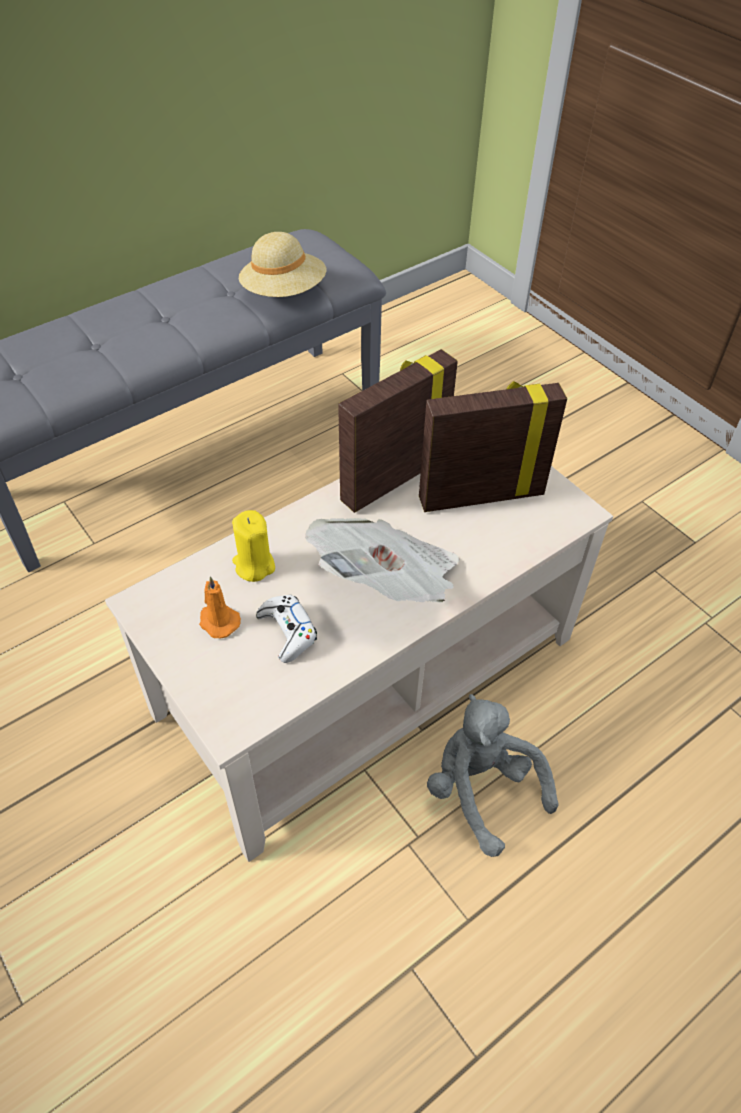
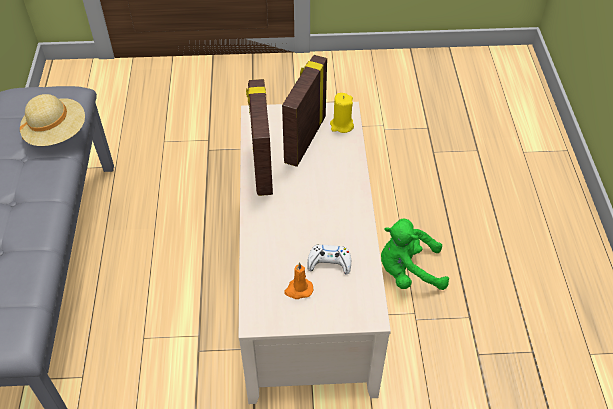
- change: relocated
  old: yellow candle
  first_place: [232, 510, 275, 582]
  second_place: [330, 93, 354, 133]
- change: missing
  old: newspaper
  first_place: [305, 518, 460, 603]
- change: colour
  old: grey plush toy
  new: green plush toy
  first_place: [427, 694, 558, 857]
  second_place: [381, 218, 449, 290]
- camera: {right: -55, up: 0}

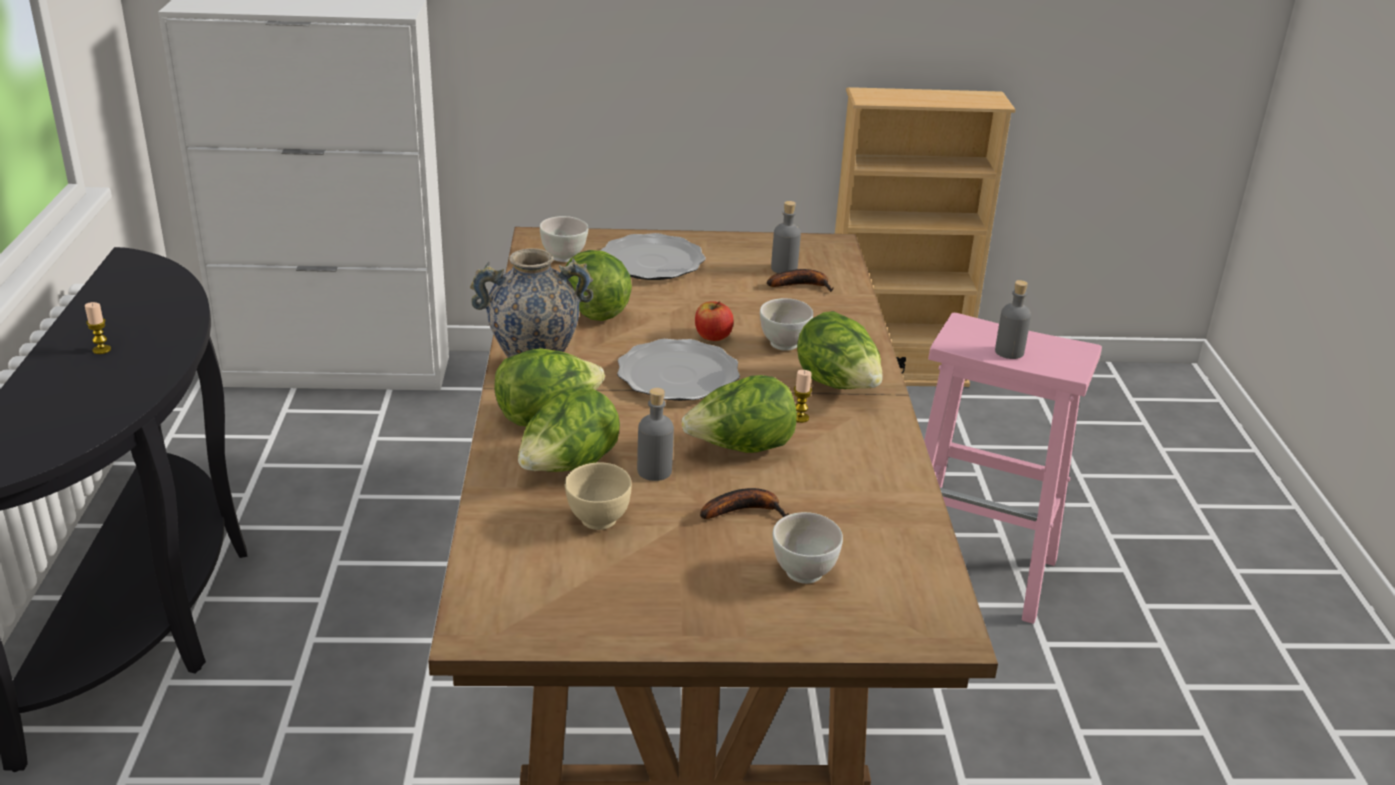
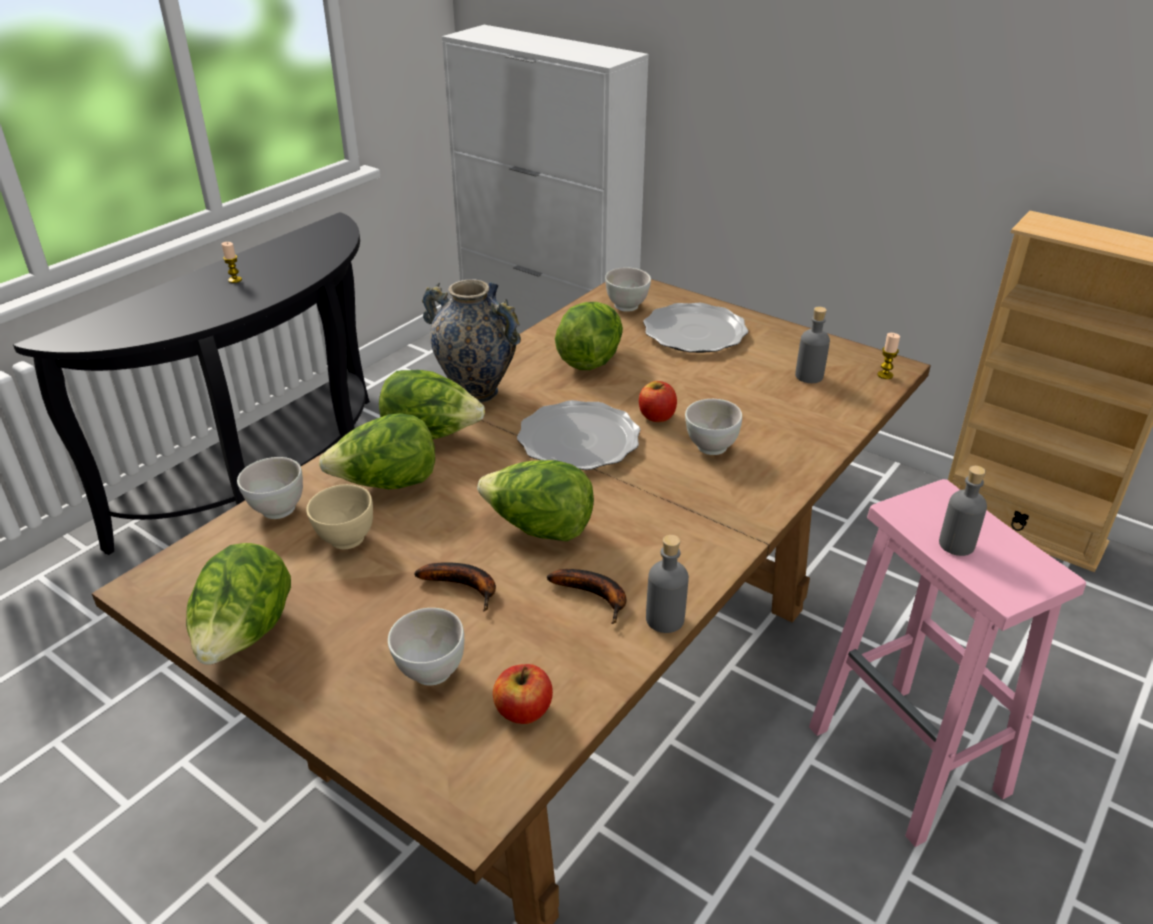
- change: relocated
  old: grey bottle
  first_place: [637, 388, 674, 481]
  second_place: [646, 535, 689, 633]
- change: relocated
  old: banana
  first_place: [767, 269, 834, 292]
  second_place: [547, 569, 627, 624]
- change: relocated
  old: candle
  first_place: [794, 370, 812, 423]
  second_place: [877, 333, 900, 379]
- change: relocated
  old: lettuce
  first_place: [797, 311, 883, 389]
  second_place: [186, 543, 291, 665]
- change: appeared
  new: white bowl
  second_place: [237, 457, 303, 519]
- change: appeared
  new: apple
  second_place: [493, 664, 553, 724]
- camera: {right: 40, up: 5}

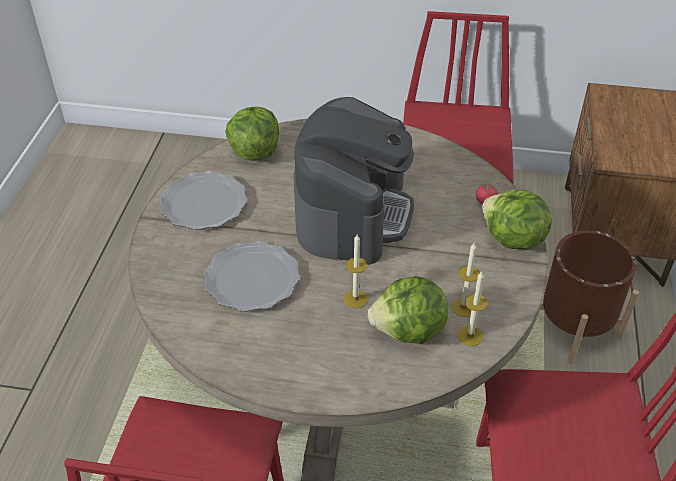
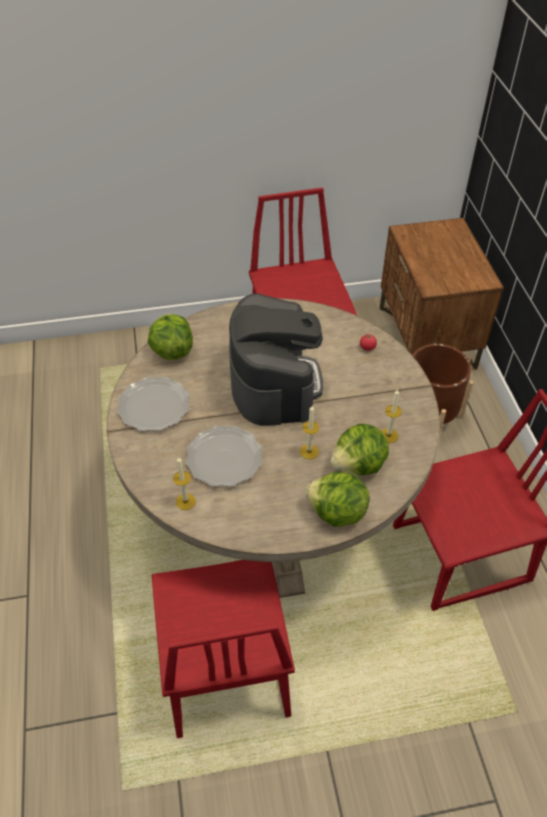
- change: relocated
  old: candle
  first_place: [458, 271, 487, 346]
  second_place: [173, 457, 196, 510]
- change: relocated
  old: lettuce
  first_place: [482, 190, 552, 250]
  second_place: [306, 472, 370, 526]
- camera: {right: -20, up: 5}

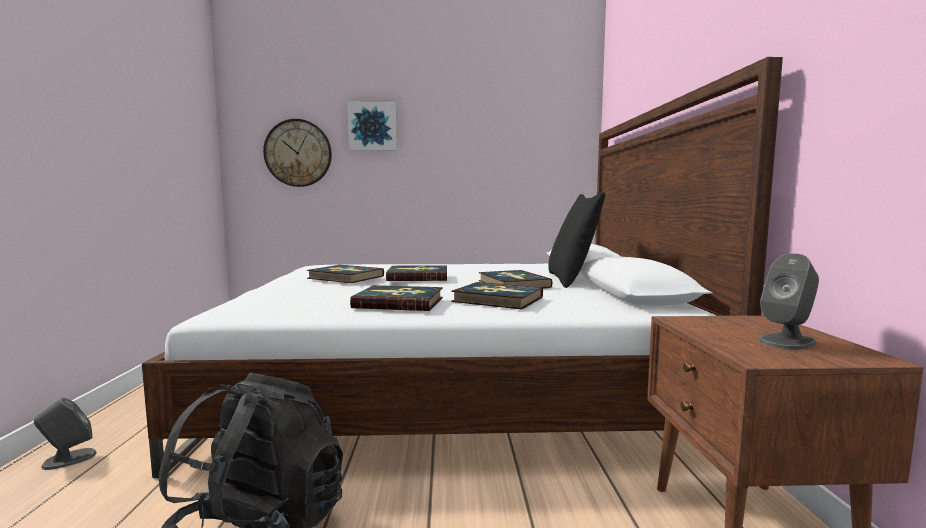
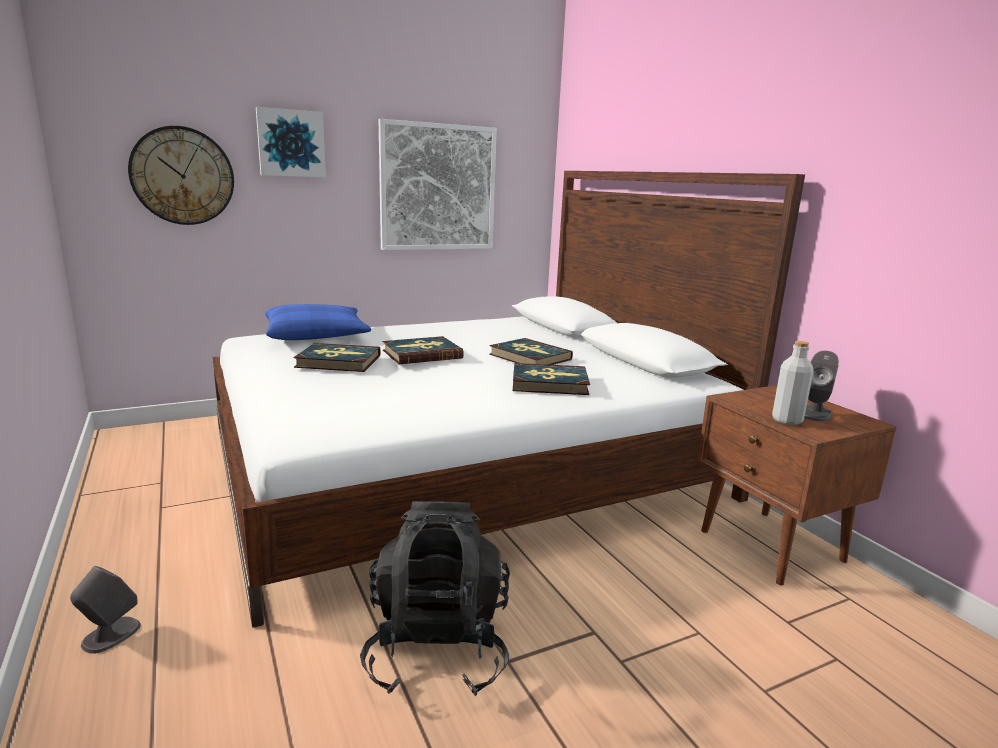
- change: missing
  old: book
  first_place: [350, 285, 443, 311]
- change: missing
  old: black pillow
  first_place: [548, 192, 605, 288]
- change: appeared
  new: blue pillow
  second_place: [265, 304, 371, 340]
- change: appeared
  new: picture
  second_place: [378, 119, 497, 250]
- change: appeared
  new: grey bottle
  second_place: [772, 341, 814, 425]
- camera: {right: -25, up: 10}

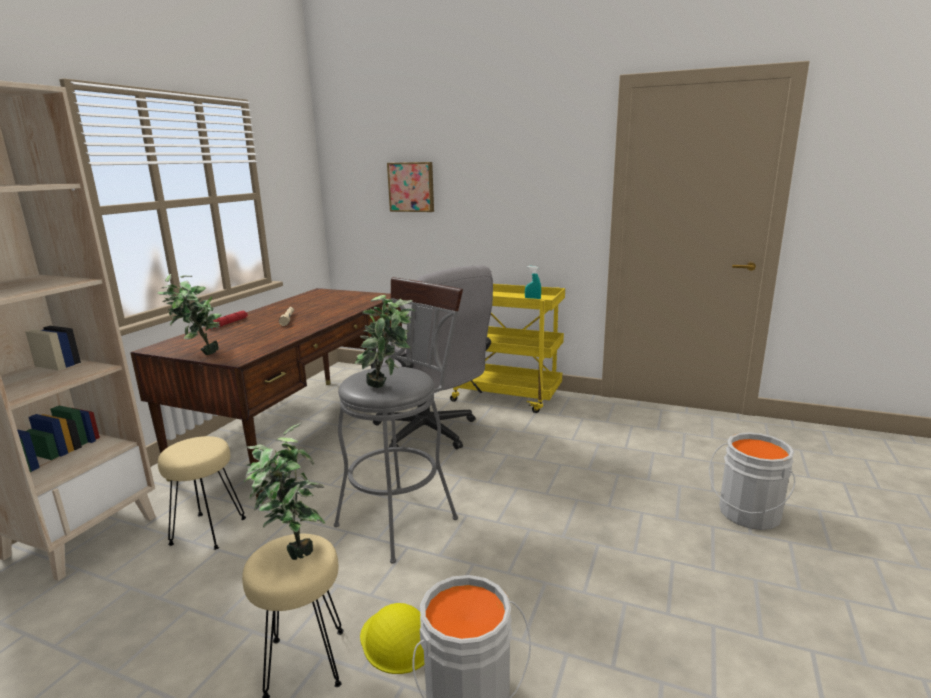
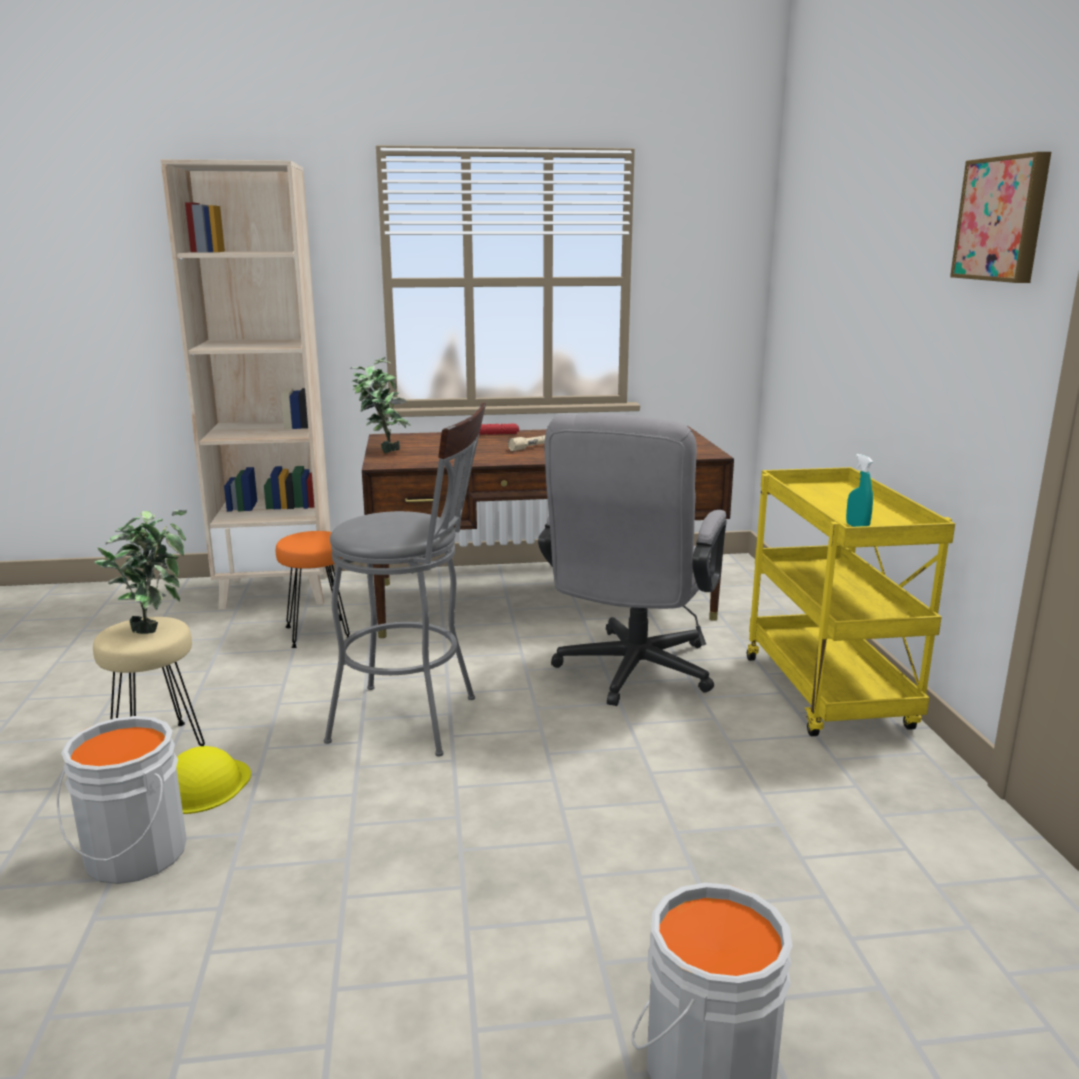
- change: colour
  old: beige stool
  new: orange stool
  first_place: [158, 436, 246, 550]
  second_place: [276, 531, 350, 648]
- change: missing
  old: potted plant
  first_place: [354, 295, 415, 388]
- change: relocated
  old: picture
  first_place: [387, 162, 434, 212]
  second_place: [950, 152, 1051, 283]
- camera: {right: 60, up: 0}

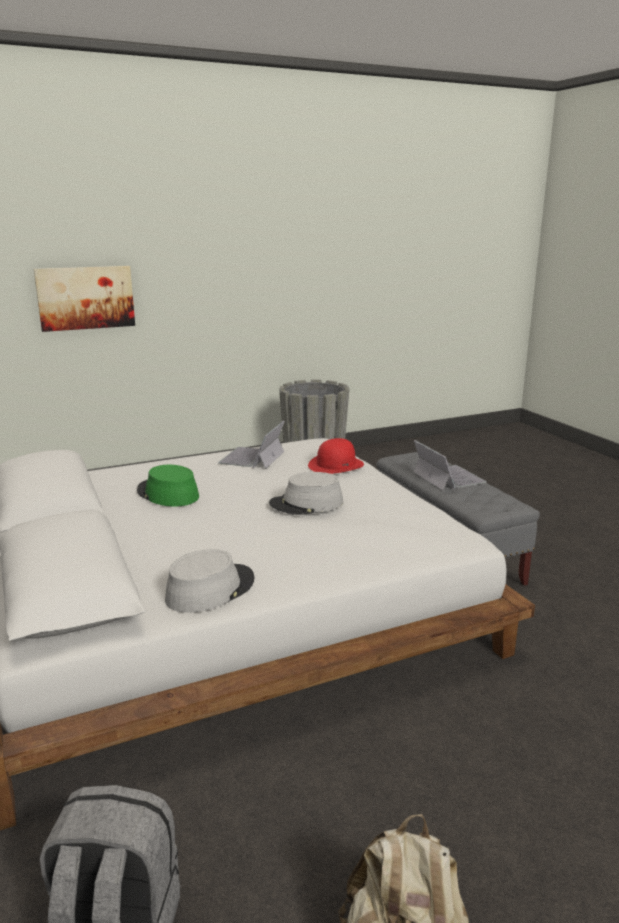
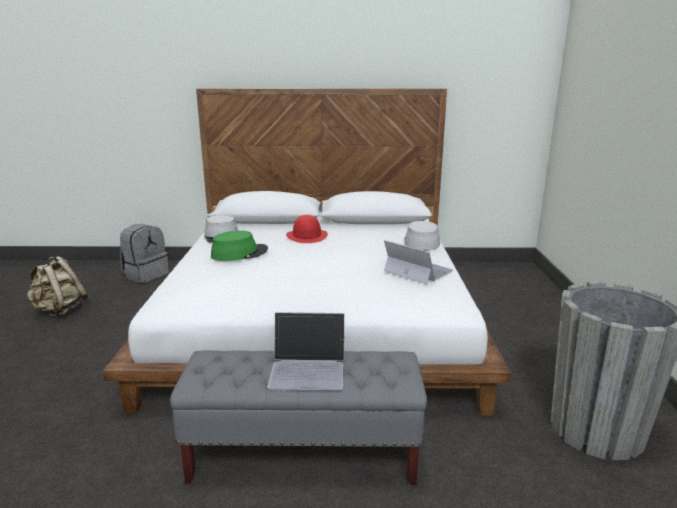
- change: missing
  old: picture
  first_place: [34, 266, 135, 332]
- change: relocated
  old: green hat
  first_place: [137, 465, 199, 507]
  second_place: [211, 231, 268, 261]
- change: relocated
  old: grey hat
  first_place: [269, 472, 343, 515]
  second_place: [404, 221, 440, 251]
- change: relocated
  old: red hat
  first_place: [308, 438, 364, 474]
  second_place: [286, 215, 328, 243]
- camera: {right: 115, up: 0}

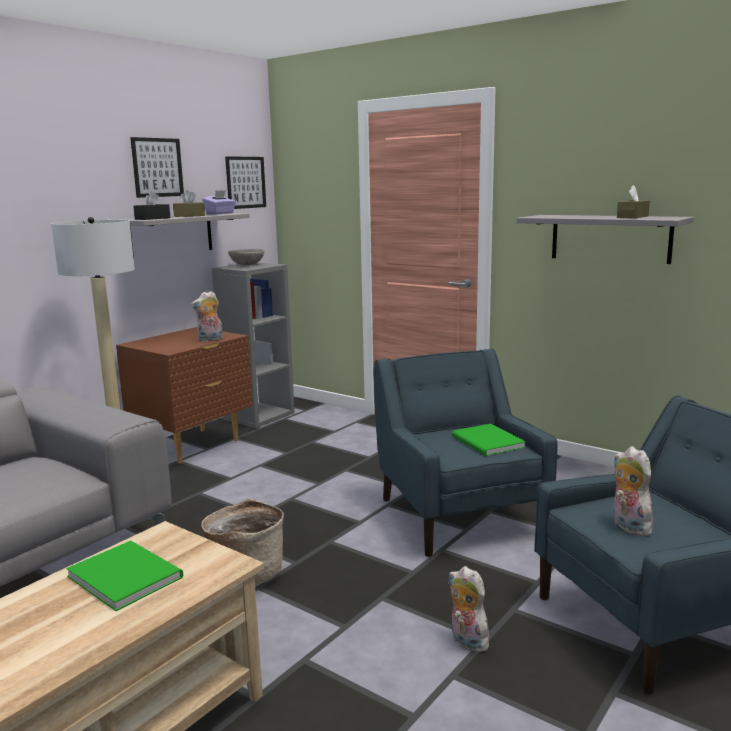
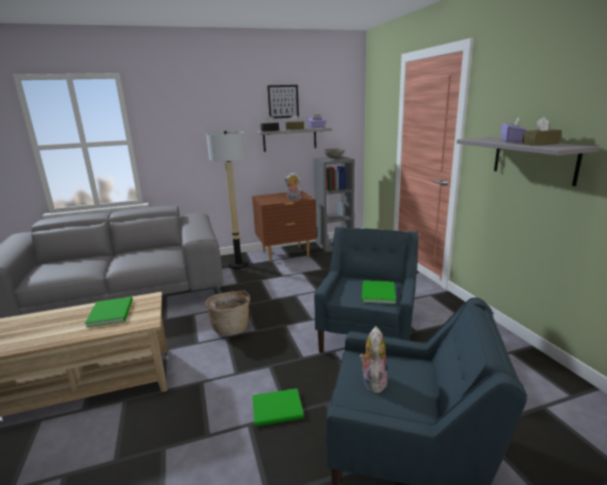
- change: missing
  old: picture
  first_place: [225, 156, 266, 209]
- change: exchanged
  old: plush toy
  new: green book
  first_place: [449, 566, 489, 653]
  second_place: [252, 388, 304, 426]
- change: appeared
  new: purple tissue box
  second_place: [501, 118, 527, 142]
- camera: {right: 35, up: 5}

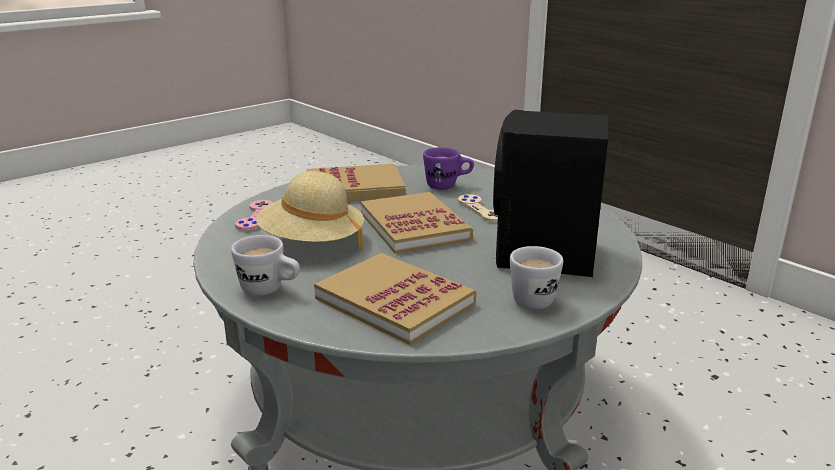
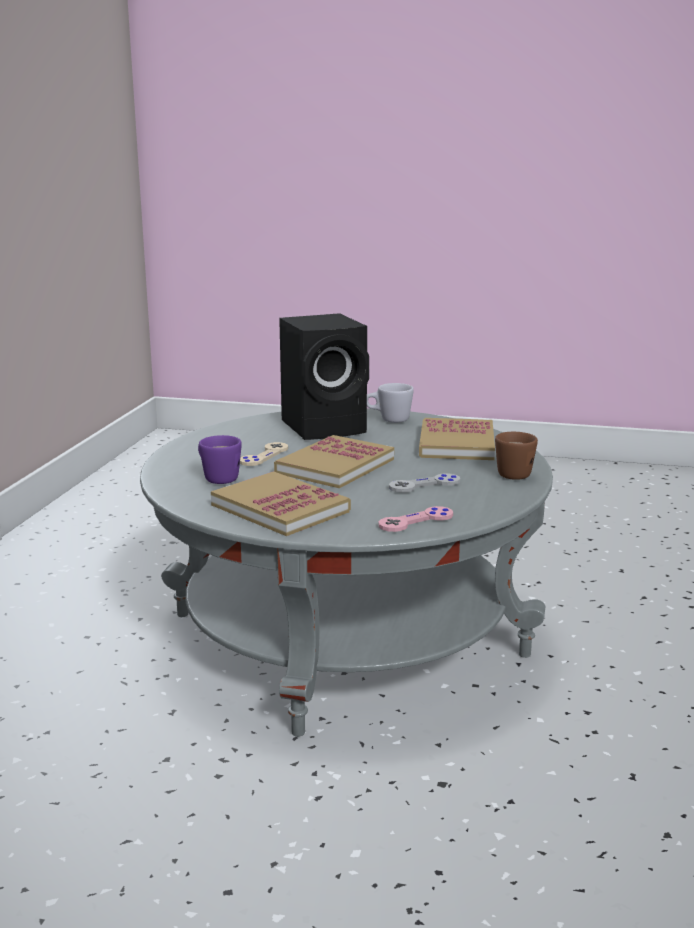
- change: colour
  old: white mug
  new: brown mug
  first_place: [231, 235, 300, 296]
  second_place: [495, 432, 538, 480]
- change: exchanged
  old: beige hat
  new: grey game controller
  first_place: [256, 171, 364, 250]
  second_place: [389, 473, 460, 493]
- camera: {right: -125, up: -5}

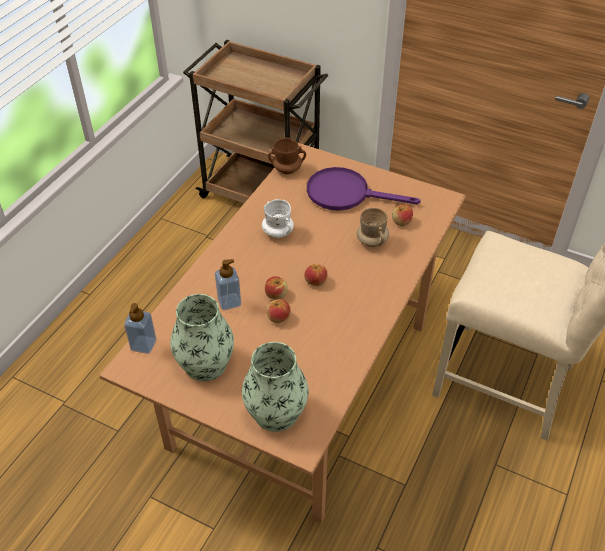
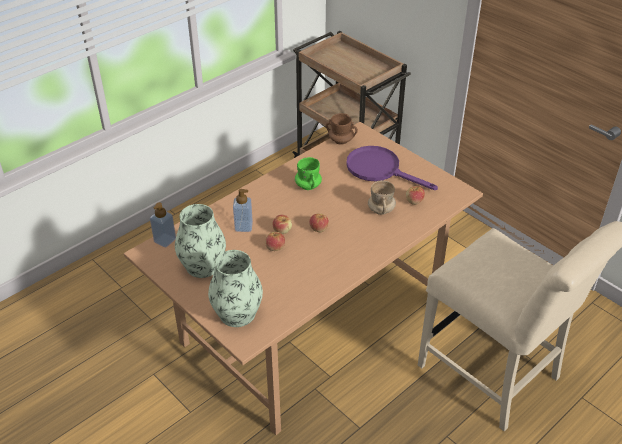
- change: colour
  old: white mug
  new: green mug
  first_place: [262, 199, 294, 238]
  second_place: [295, 157, 322, 190]
- camera: {right: 20, up: -5}

